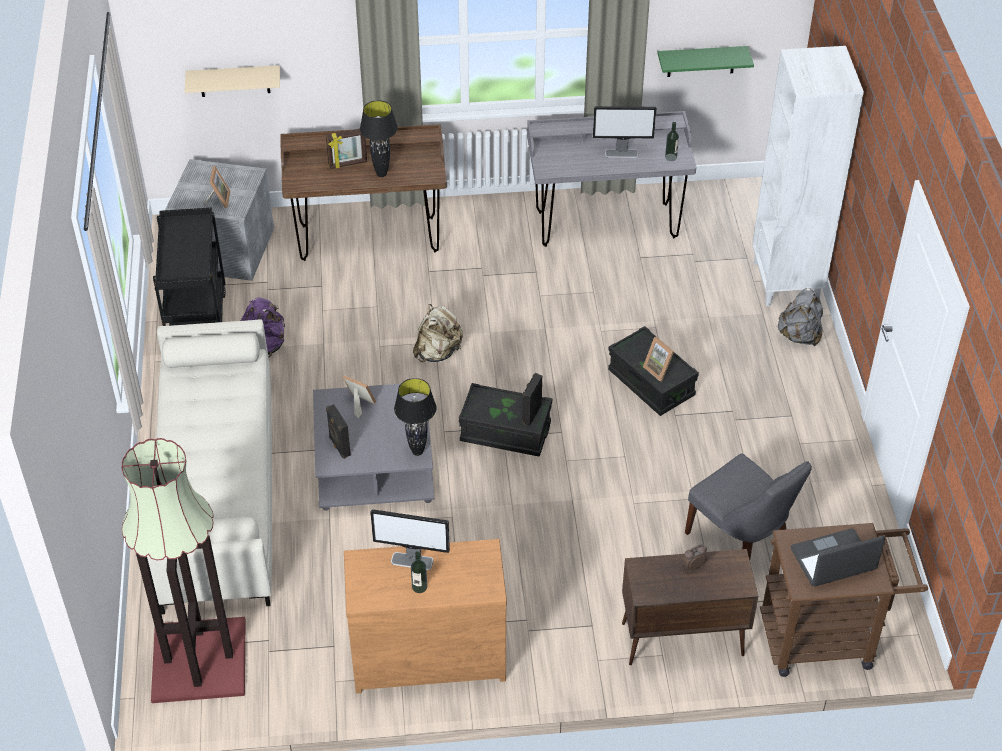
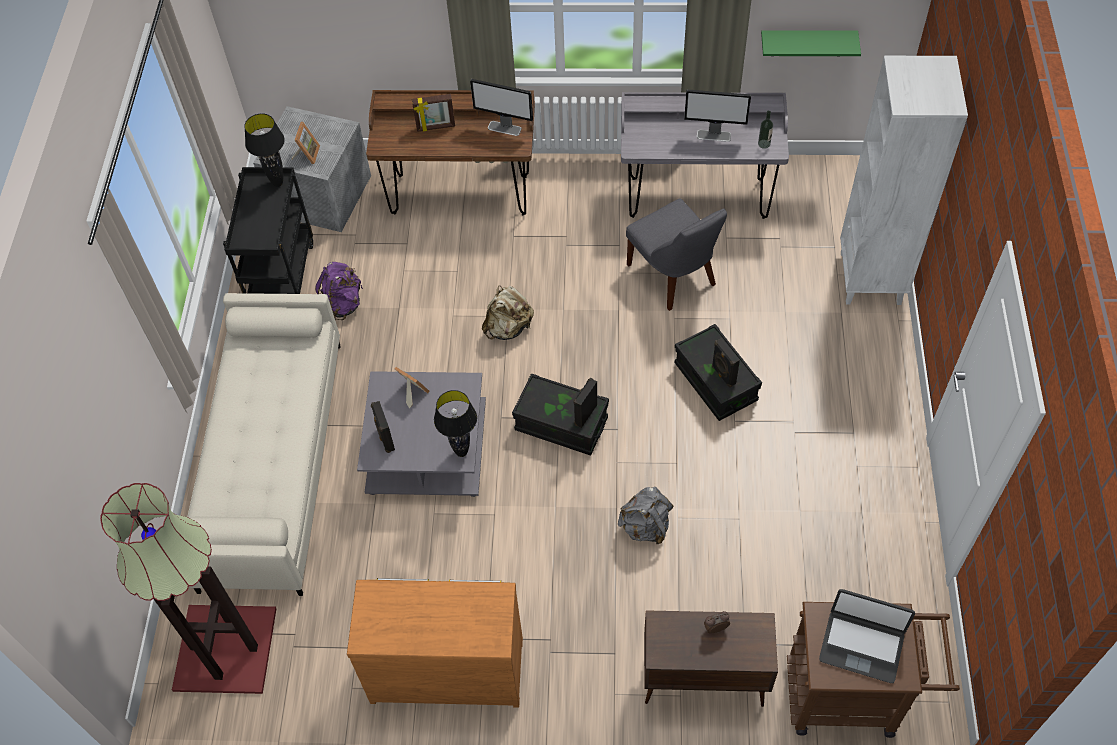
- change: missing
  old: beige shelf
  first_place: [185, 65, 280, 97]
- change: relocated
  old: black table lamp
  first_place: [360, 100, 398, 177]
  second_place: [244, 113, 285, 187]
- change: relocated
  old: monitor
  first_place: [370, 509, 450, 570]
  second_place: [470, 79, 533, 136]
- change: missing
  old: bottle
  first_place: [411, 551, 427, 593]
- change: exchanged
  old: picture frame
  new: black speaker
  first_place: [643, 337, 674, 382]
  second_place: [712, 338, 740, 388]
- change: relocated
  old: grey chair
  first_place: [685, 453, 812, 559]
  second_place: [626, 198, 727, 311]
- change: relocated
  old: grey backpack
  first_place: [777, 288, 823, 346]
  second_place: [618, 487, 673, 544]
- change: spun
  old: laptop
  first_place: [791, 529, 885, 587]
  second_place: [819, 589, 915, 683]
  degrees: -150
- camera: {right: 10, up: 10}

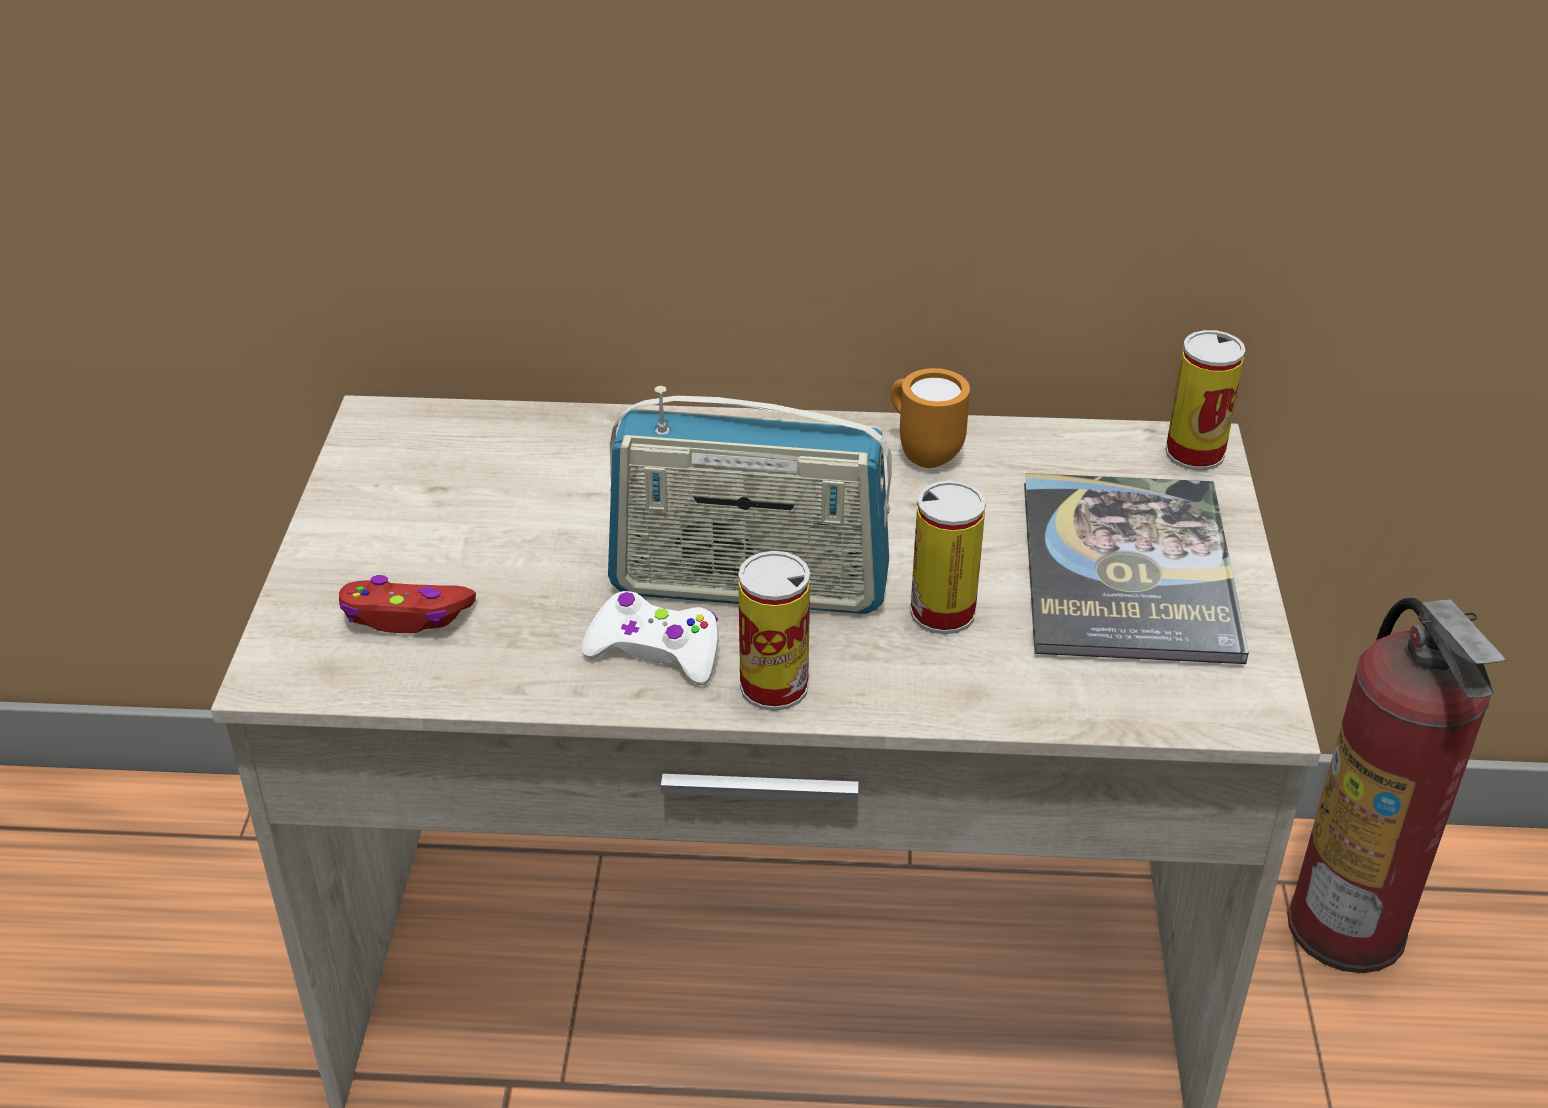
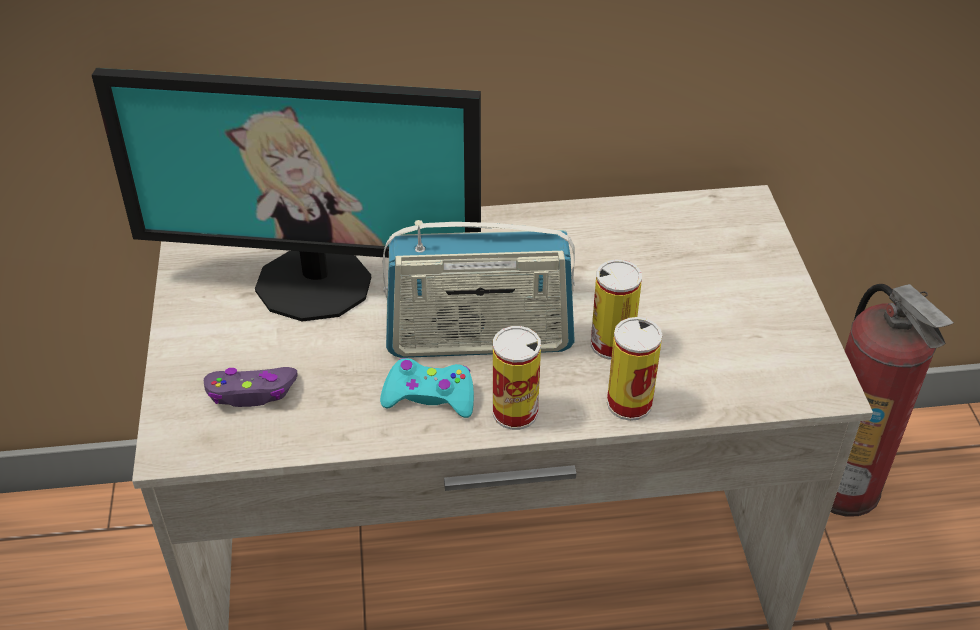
- change: colour
  old: red game controller
  new: purple game controller
  first_place: [339, 575, 476, 633]
  second_place: [204, 367, 298, 407]
- change: colour
  old: white game controller
  new: turquoise game controller
  first_place: [582, 591, 719, 685]
  second_place: [380, 358, 474, 418]
- change: missing
  old: orange mug
  first_place: [890, 368, 970, 468]
- change: missing
  old: book
  first_place: [1024, 473, 1249, 664]
- change: relocated
  old: can
  first_place: [1166, 330, 1246, 471]
  second_place: [607, 317, 662, 421]
- change: appeared
  new: monitor
  second_place: [92, 68, 481, 321]
- camera: {right: -10, up: 5}

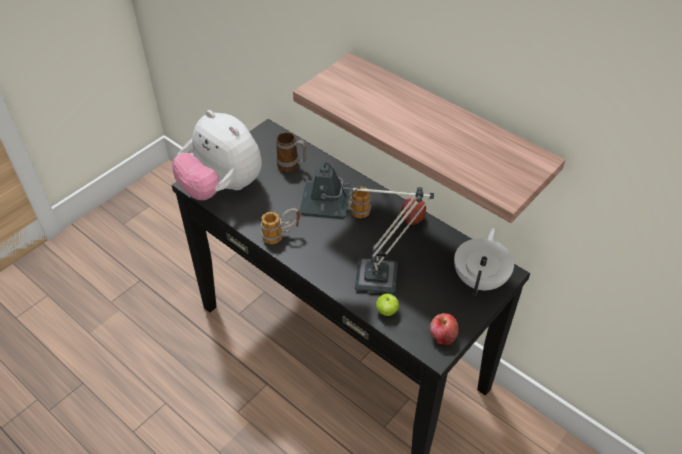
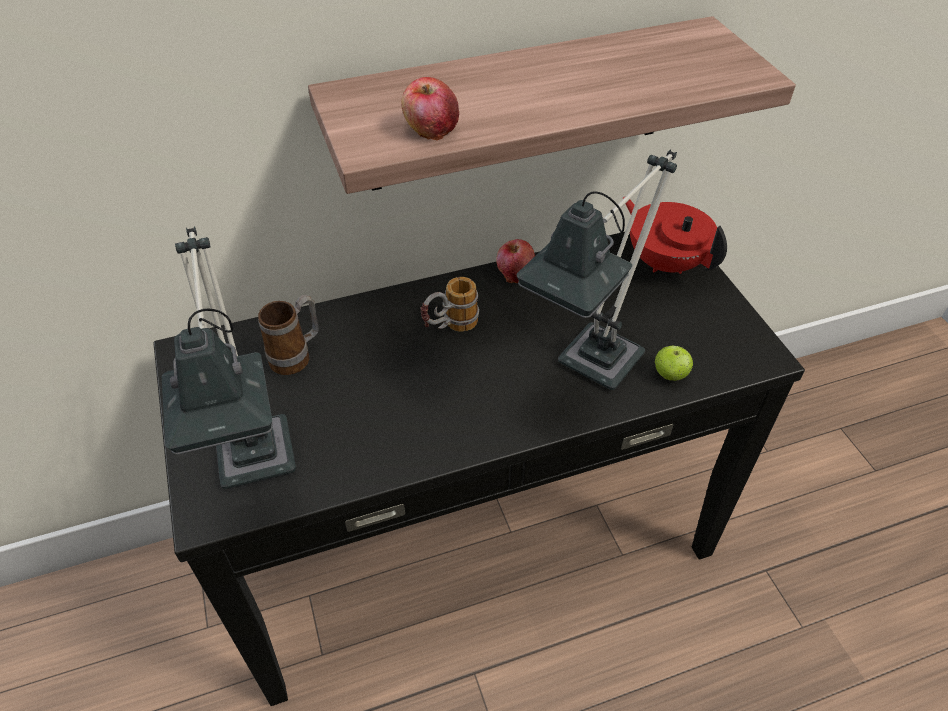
- change: exchanged
  old: plush toy
  new: table lamp
  first_place: [172, 110, 262, 200]
  second_place: [162, 226, 296, 489]
- change: missing
  old: mug
  first_place: [261, 208, 301, 244]
- change: relocated
  old: apple
  first_place: [430, 313, 459, 345]
  second_place: [401, 77, 459, 141]
- change: colour
  old: white teapot
  new: red teapot
  first_place: [454, 228, 514, 295]
  second_place: [623, 197, 727, 274]
- camera: {right: -60, up: 0}

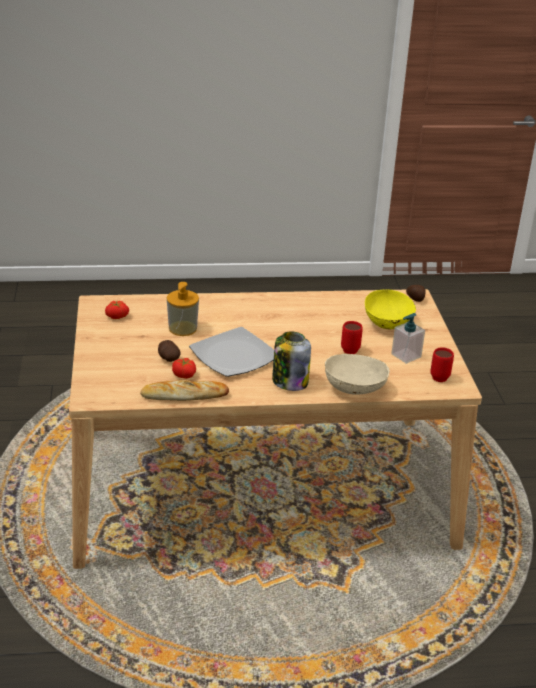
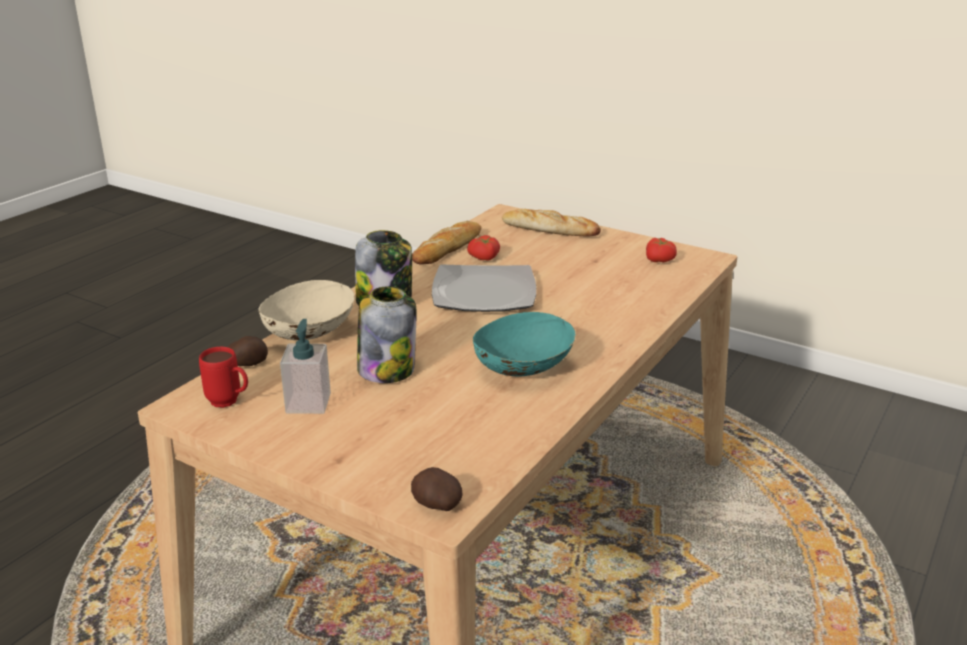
- change: relocated
  old: potato
  first_place: [158, 340, 181, 362]
  second_place: [228, 336, 268, 366]
- change: missing
  old: soap dispenser
  first_place: [167, 282, 199, 336]
- change: exchanged
  old: red mug
  new: jar
  first_place: [341, 321, 363, 354]
  second_place: [357, 286, 417, 383]
- change: missing
  old: yellow bowl
  first_place: [365, 290, 416, 329]
- change: appeared
  new: turquoise bowl
  second_place: [473, 312, 575, 376]
- change: appeared
  new: bread
  second_place: [502, 209, 601, 237]
- camera: {right: 130, up: -5}

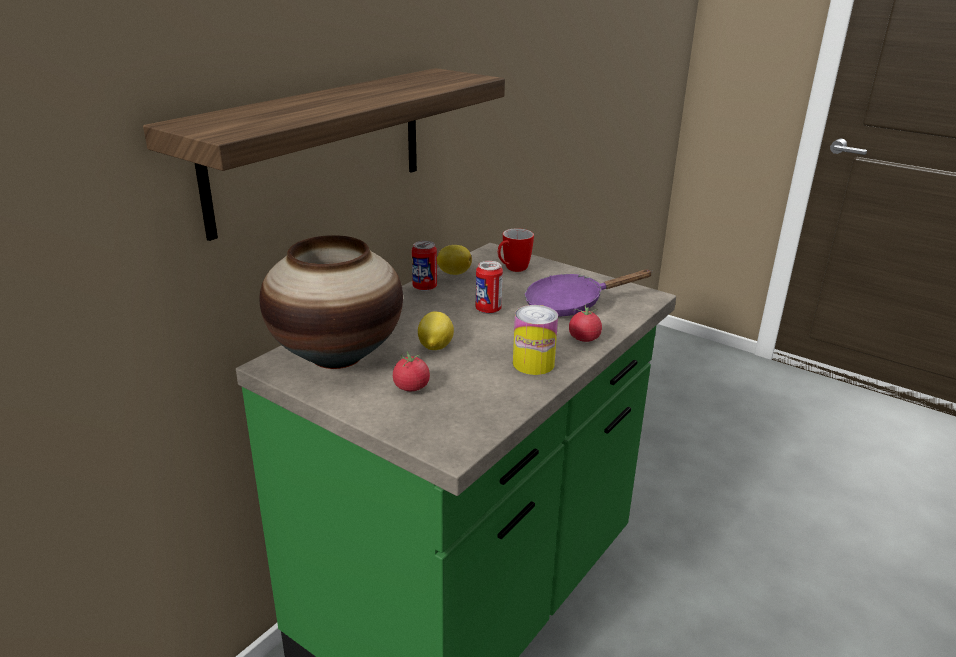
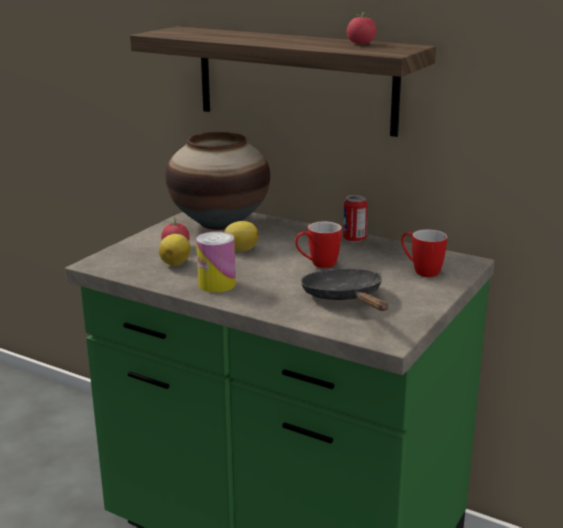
- change: relocated
  old: lemon
  first_place: [437, 245, 472, 275]
  second_place: [159, 234, 191, 266]
- change: exchanged
  old: can
  new: mug
  first_place: [476, 261, 503, 314]
  second_place: [295, 222, 342, 268]
- change: colour
  old: purple frying pan
  new: black frying pan
  first_place: [525, 269, 652, 316]
  second_place: [301, 268, 388, 311]
- change: relocated
  old: tomato
  first_place: [569, 305, 602, 342]
  second_place: [347, 11, 377, 44]
- camera: {right: 85, up: -5}

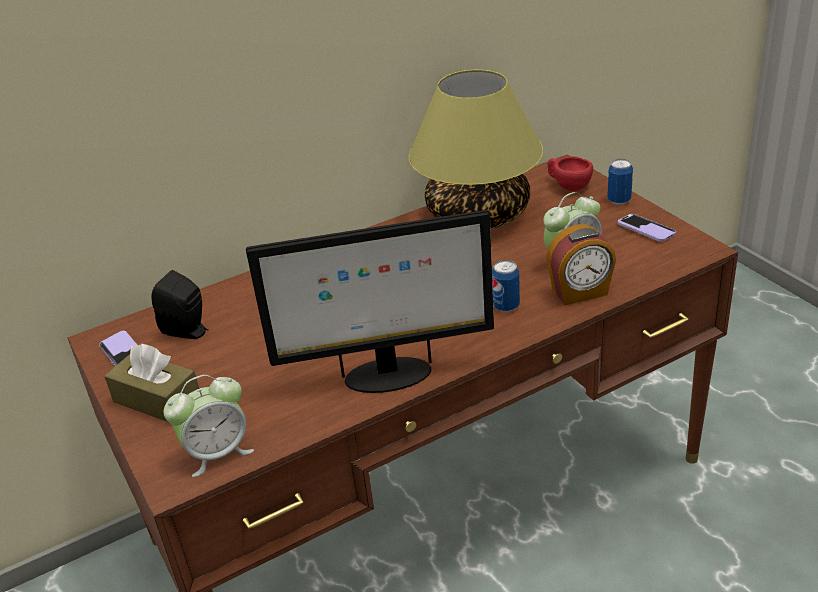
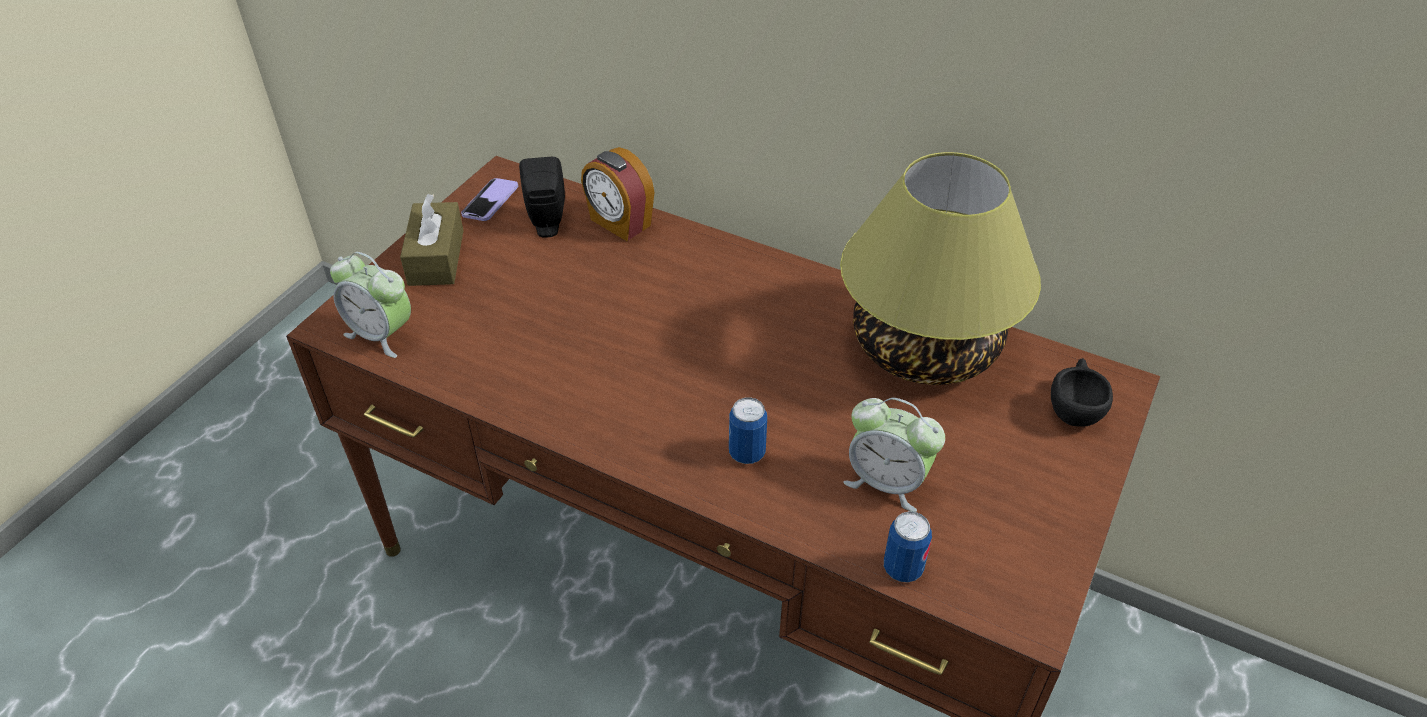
- change: missing
  old: monitor
  first_place: [246, 210, 494, 393]
- change: relocated
  old: alarm clock
  first_place: [546, 224, 616, 305]
  second_place: [581, 147, 655, 241]
- change: colour
  old: red cup
  new: black cup
  first_place: [548, 156, 593, 191]
  second_place: [1051, 358, 1113, 427]
- change: relocated
  old: can
  first_place: [607, 159, 633, 205]
  second_place: [884, 511, 932, 583]
- change: missing
  old: phone
  first_place: [618, 214, 676, 242]
- camera: {right: 55, up: 10}

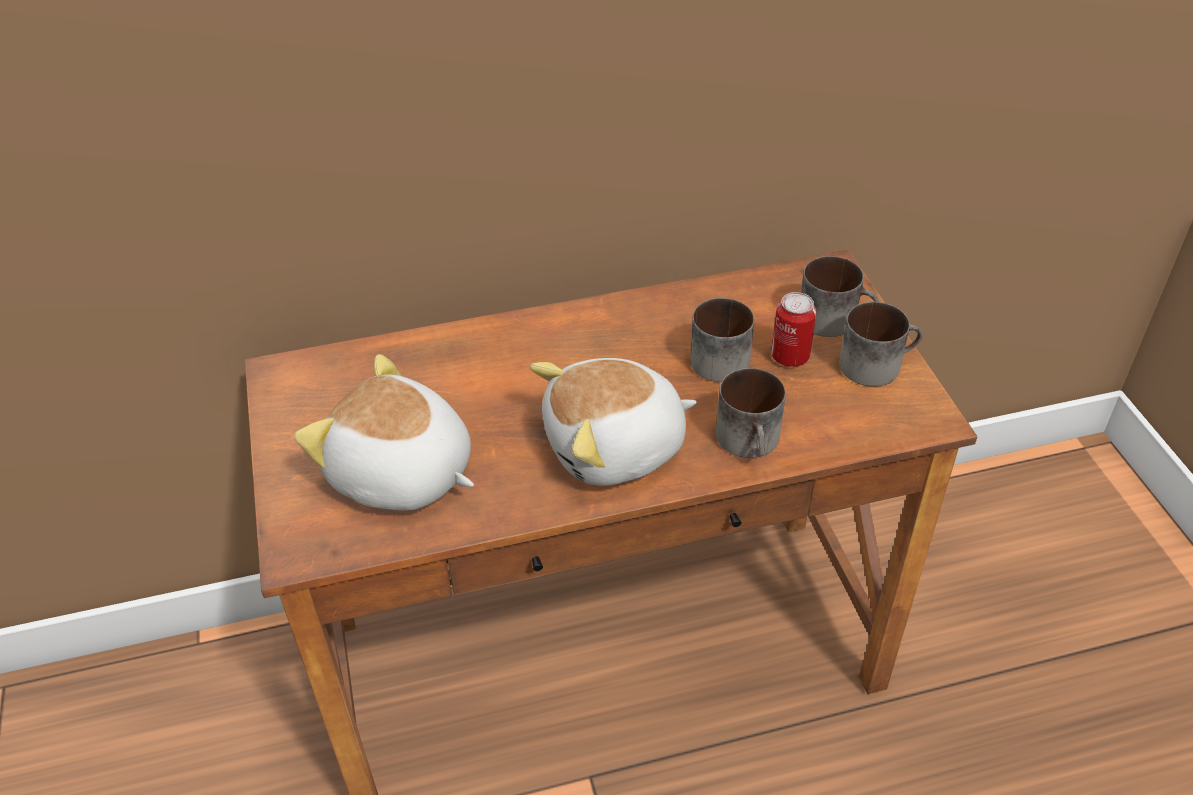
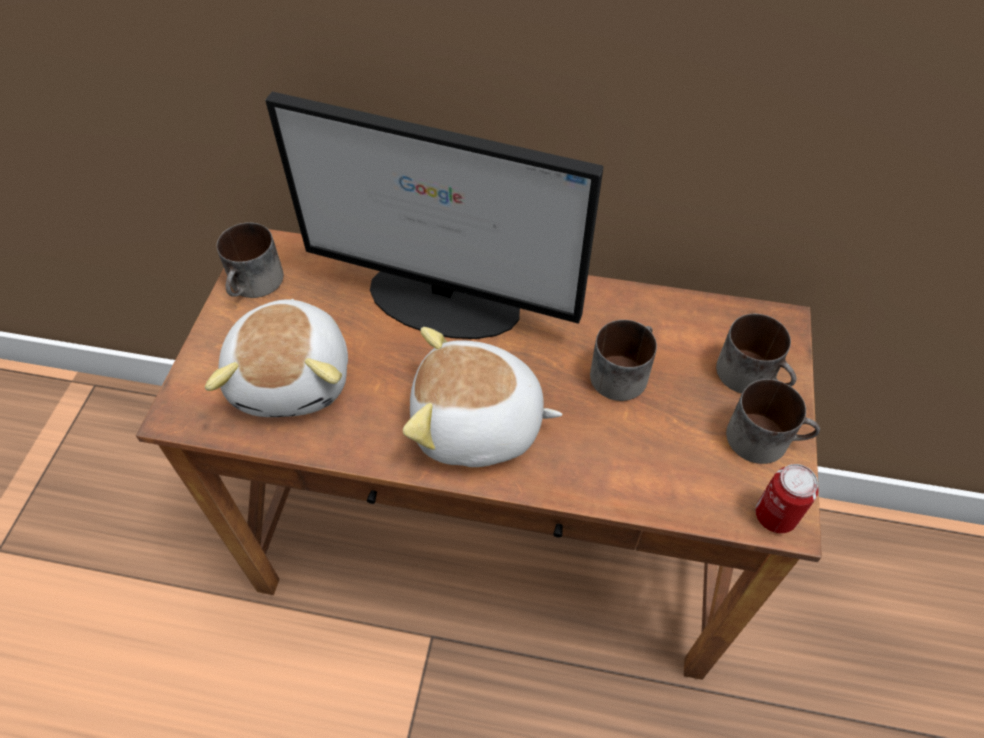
- change: spun
  old: plush toy
  first_place: [294, 354, 474, 510]
  second_place: [205, 299, 348, 417]
  degrees: -150
- change: relocated
  old: mug
  first_place: [716, 368, 786, 458]
  second_place: [217, 222, 284, 298]
- change: relocated
  old: can
  first_place: [771, 292, 816, 367]
  second_place: [755, 464, 818, 533]
- change: appeared
  new: monitor
  second_place: [265, 92, 604, 339]
- camera: {right: 25, up: 10}

